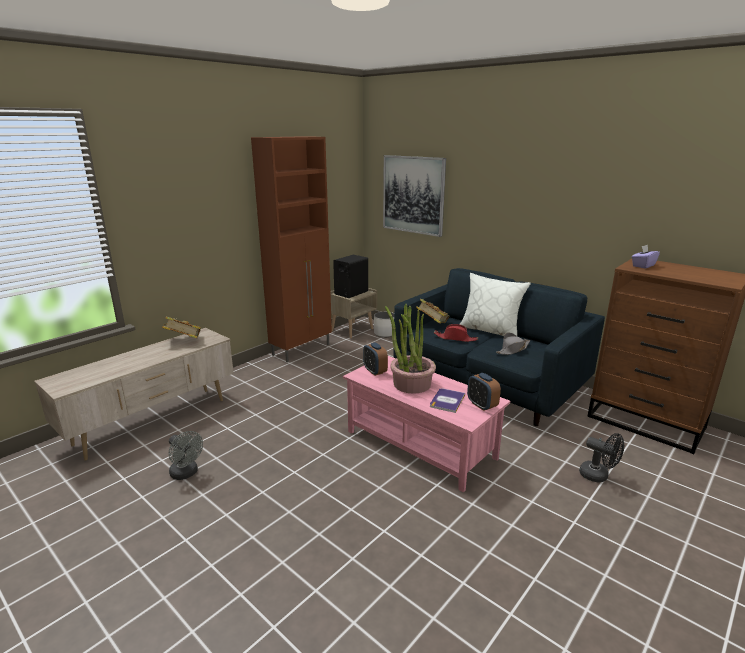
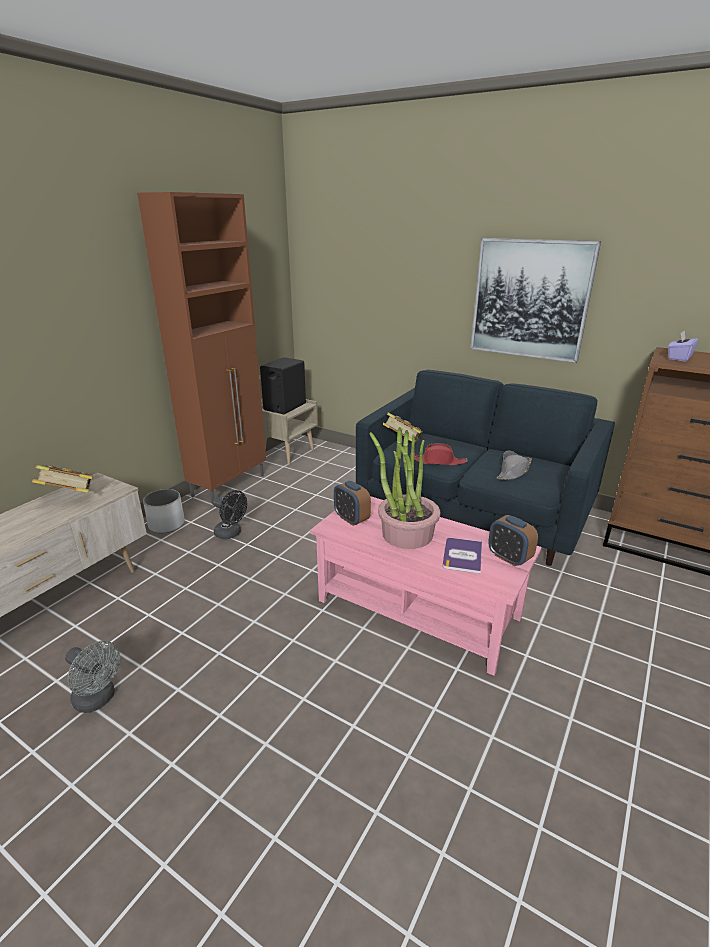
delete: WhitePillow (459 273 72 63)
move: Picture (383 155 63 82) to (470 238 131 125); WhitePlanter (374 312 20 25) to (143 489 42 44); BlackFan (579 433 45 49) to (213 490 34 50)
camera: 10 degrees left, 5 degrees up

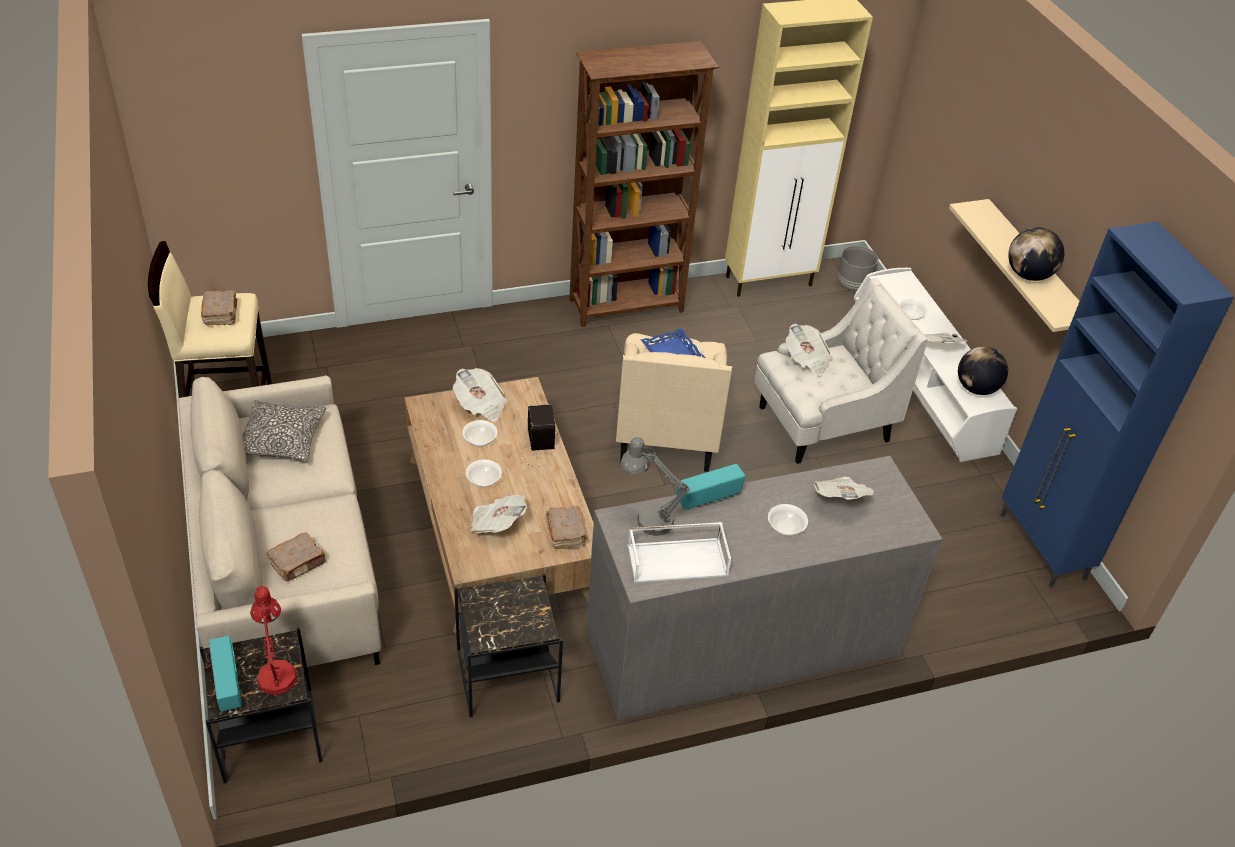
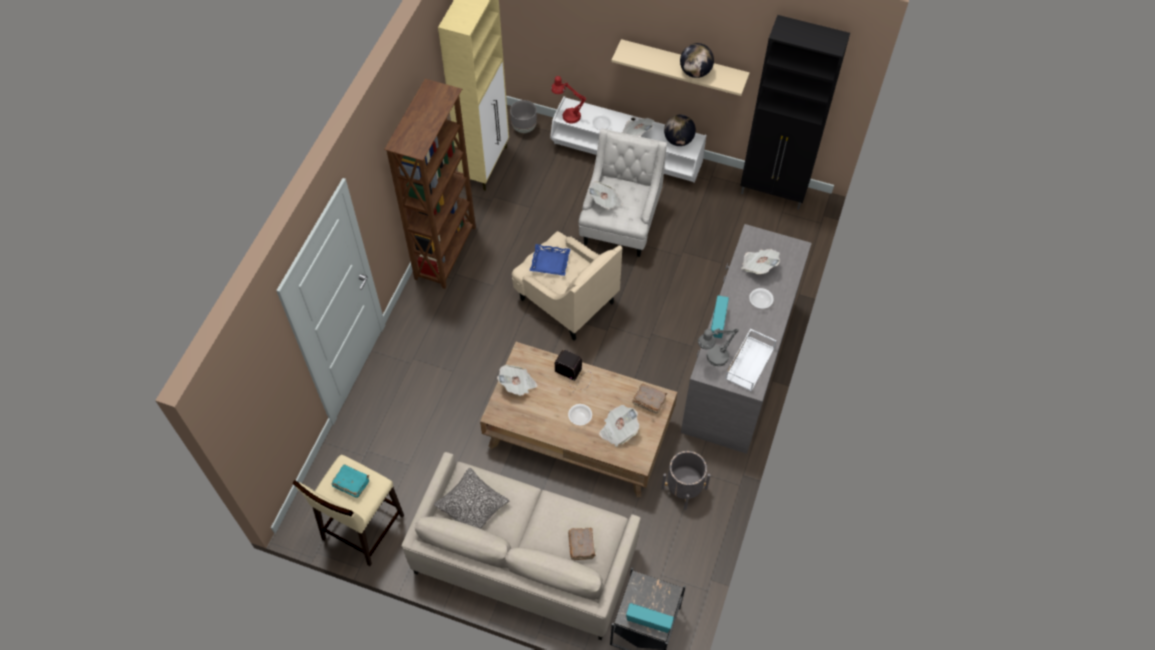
delete: Bowl (462 420 35 26)
move: RedTableLamp (250 586 47 109) to (551 76 35 48)
replace: BlackSideTable (454 573 109 144) to GreyPlanter (661 451 50 59)
recolor: BlueCabinet (1000 221 235 367) to BlackCabinet (740 15 110 195); BrownBook (201 290 36 36) to TurquoiseBook (332 464 37 34)
camera: 50 degrees left, 15 degrees up

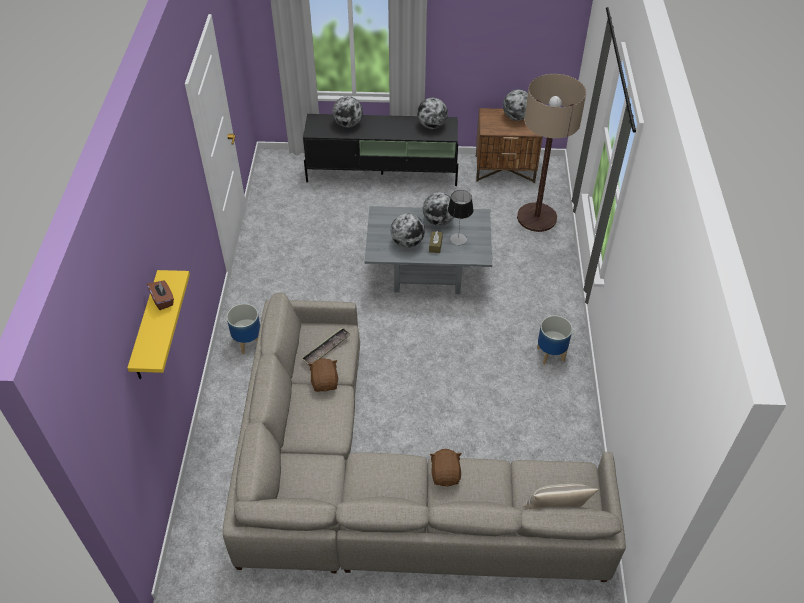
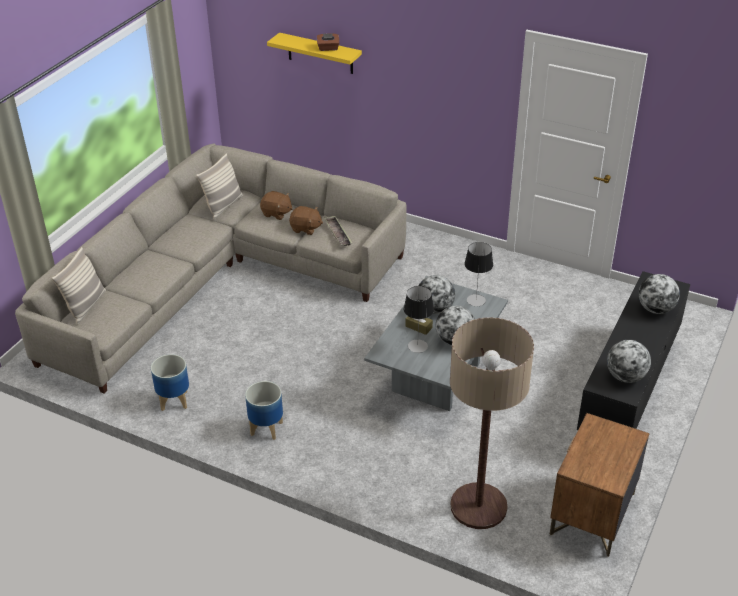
delete: Globe (503 89 25 32)
insert: Pillow (196 153 47 67); TableLamp (464 242 29 64)
move: Planter (227 304 33 50) to (151 354 38 57); BrownPlushToy (430 449 32 38) to (260 191 33 29)
camera: 115 degrees right, 10 degrees down

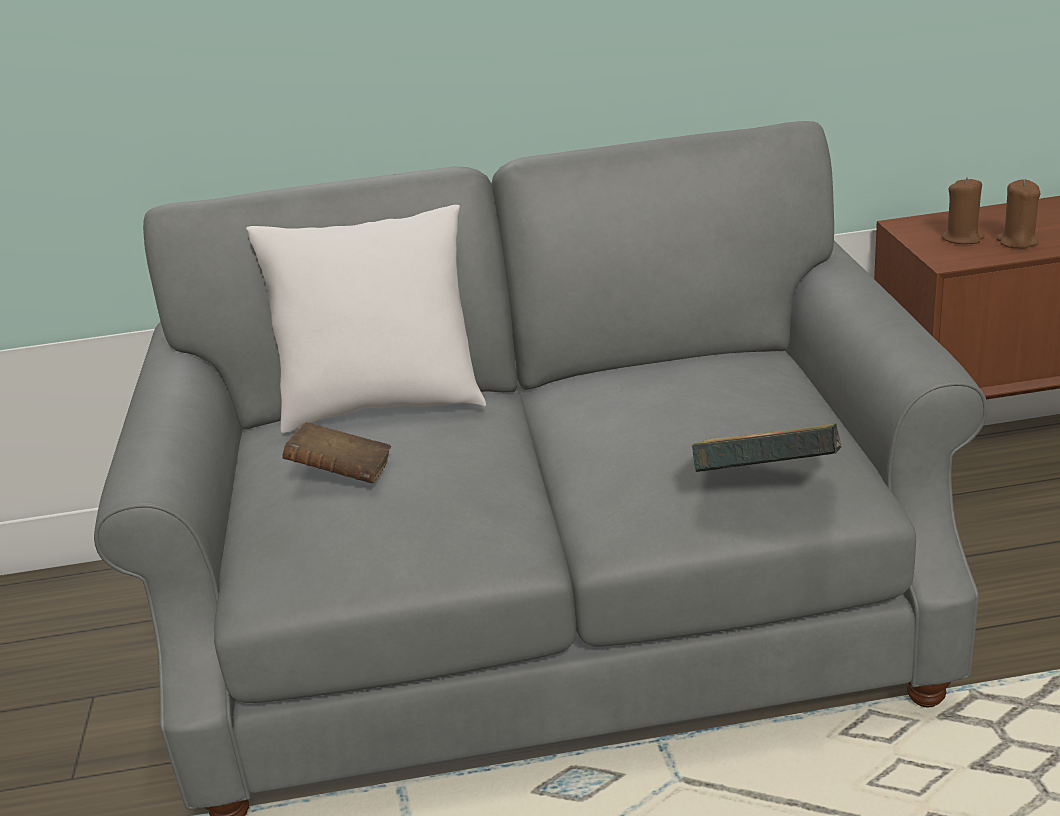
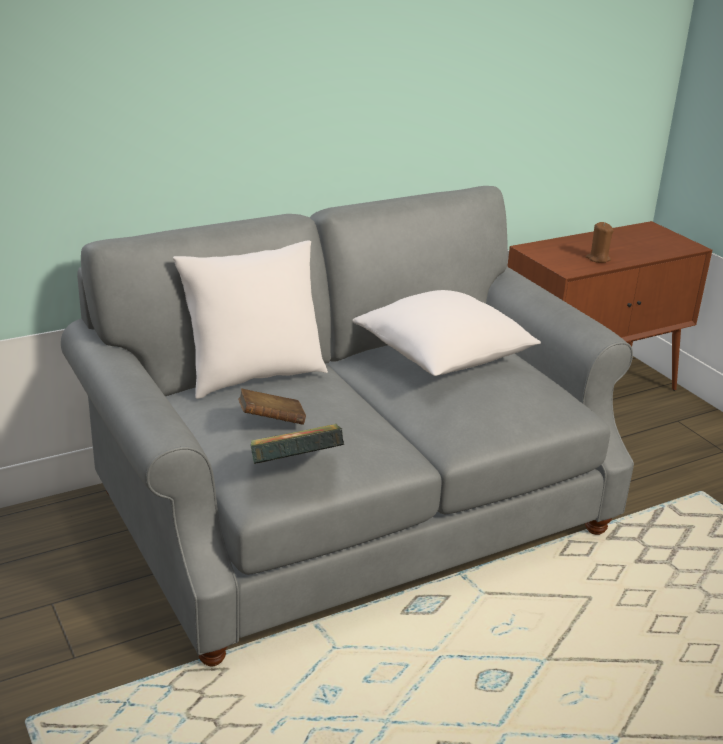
delete: BrownCandle (942 177 42 67)
insert: WhitePillow (352 290 189 86)
move: Book (692 423 149 49) to (250 424 94 40)
camera: 25 degrees left, 0 degrees up

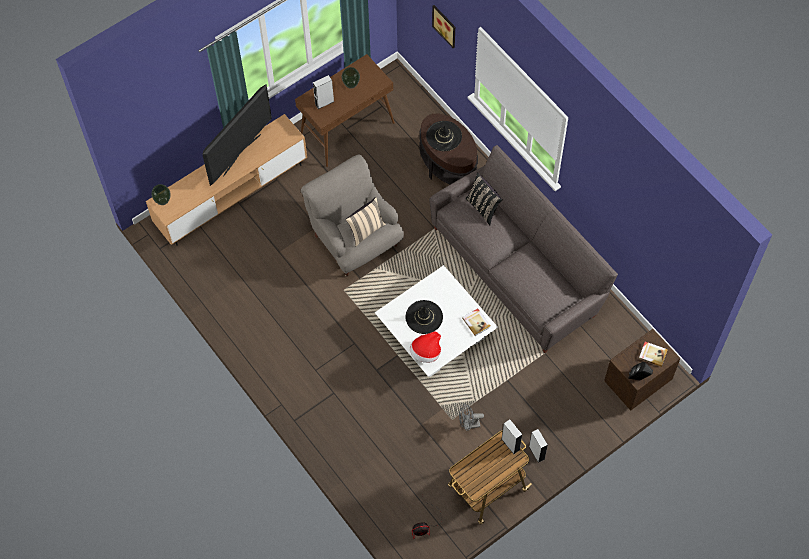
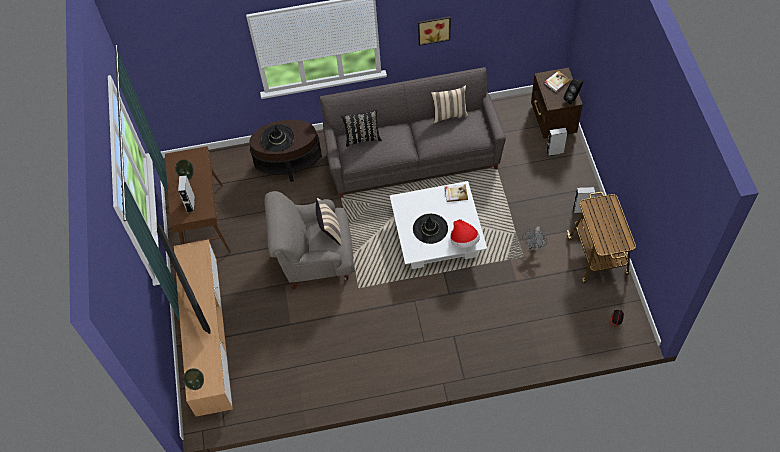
insert: BeigePillow (431 85 38 38)
move: Picture (432 5 23 43) to (418 16 32 30); GreySpeaker (502 419 20 35) to (546 127 21 29)
camera: 60 degrees left, 5 degrees down

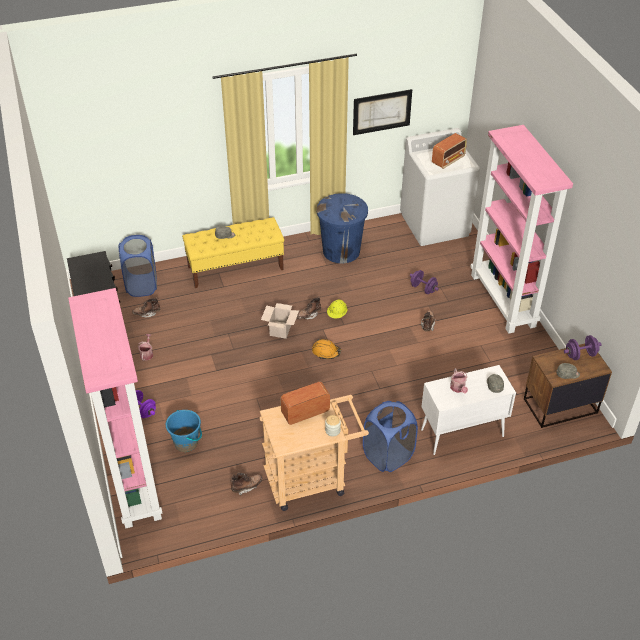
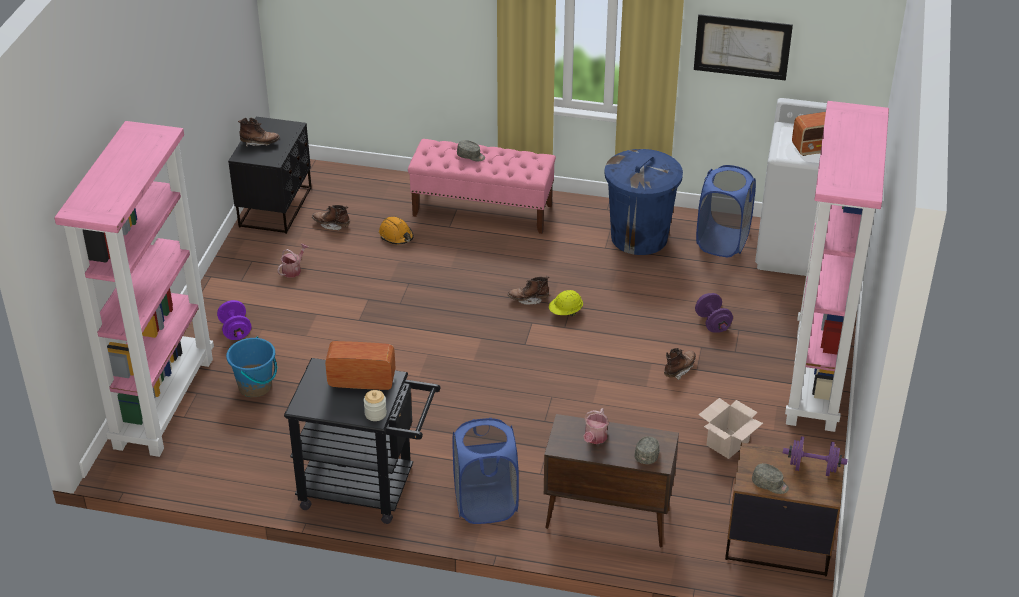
move: BlueLaundryBasket (119 235 38 62) to (696 165 60 92); CardboardBox (261 303 38 36) to (698 398 65 61); OrangeHardHat (312 339 30 20) to (379 217 35 27); BrownBoot (231 473 31 23) to (238 118 42 29)
recolor: YellowBench (182 217 102 71) to PinkBench (408 139 148 95); WhiteCabinet (421 365 95 90) to BrownCabinet (544 414 135 134); BeigeCart (259 395 110 116) to BlackCart (284 358 156 166)
camera: 30 degrees right, 5 degrees down

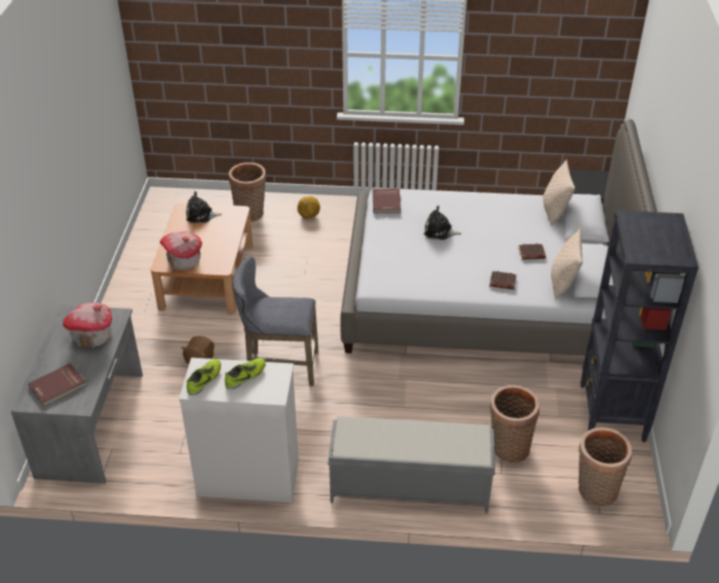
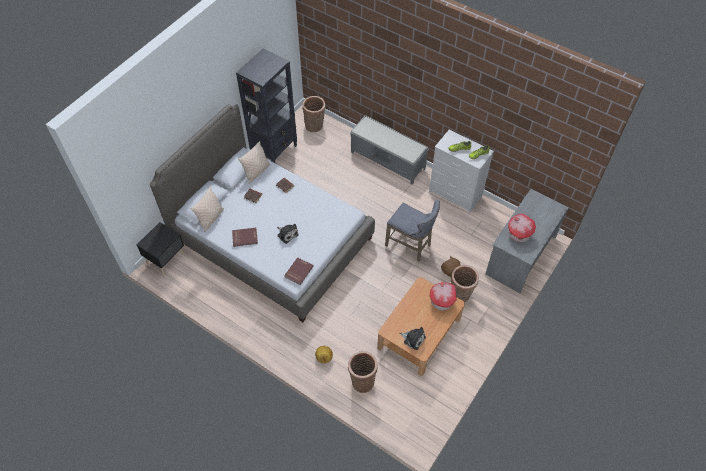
move: RedBook (28 363 59 43) to (232 228 26 19); Basket (490 385 49 78) to (451 265 28 37)
camera: 150 degrees left, 15 degrees up

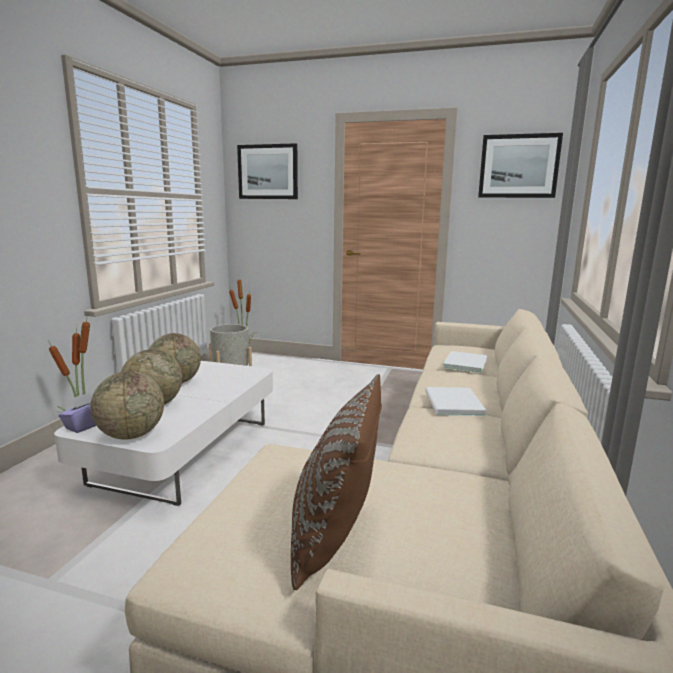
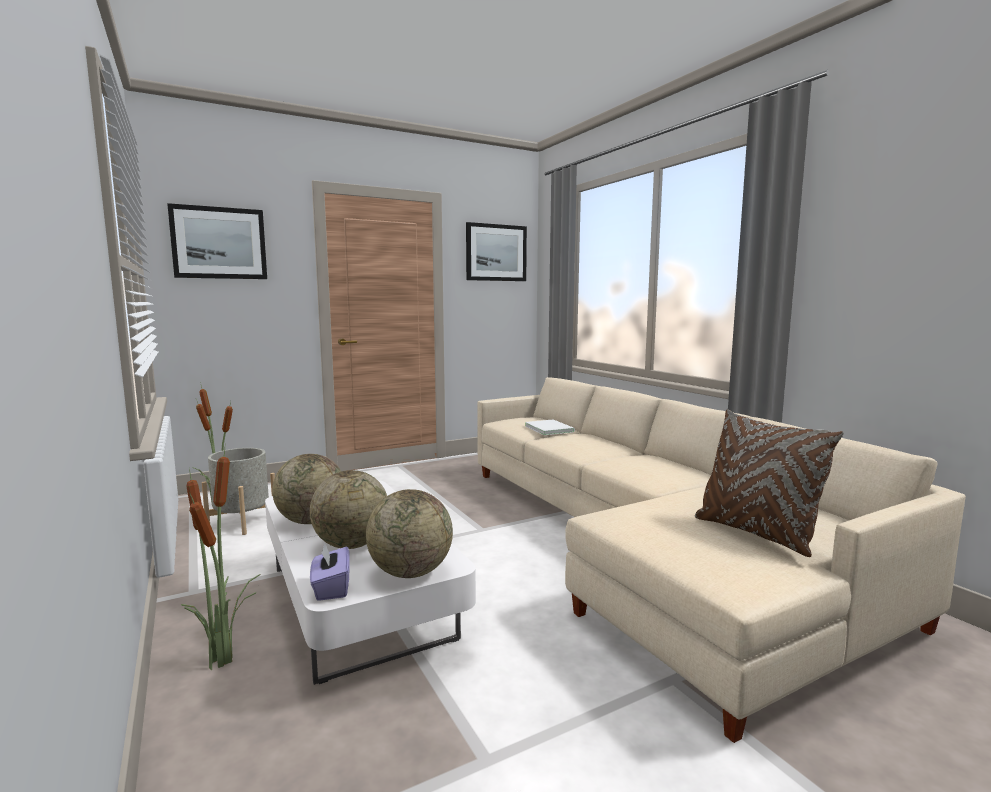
delete: WhiteBook (425 387 61 29)
camera: 45 degrees left, 5 degrees down

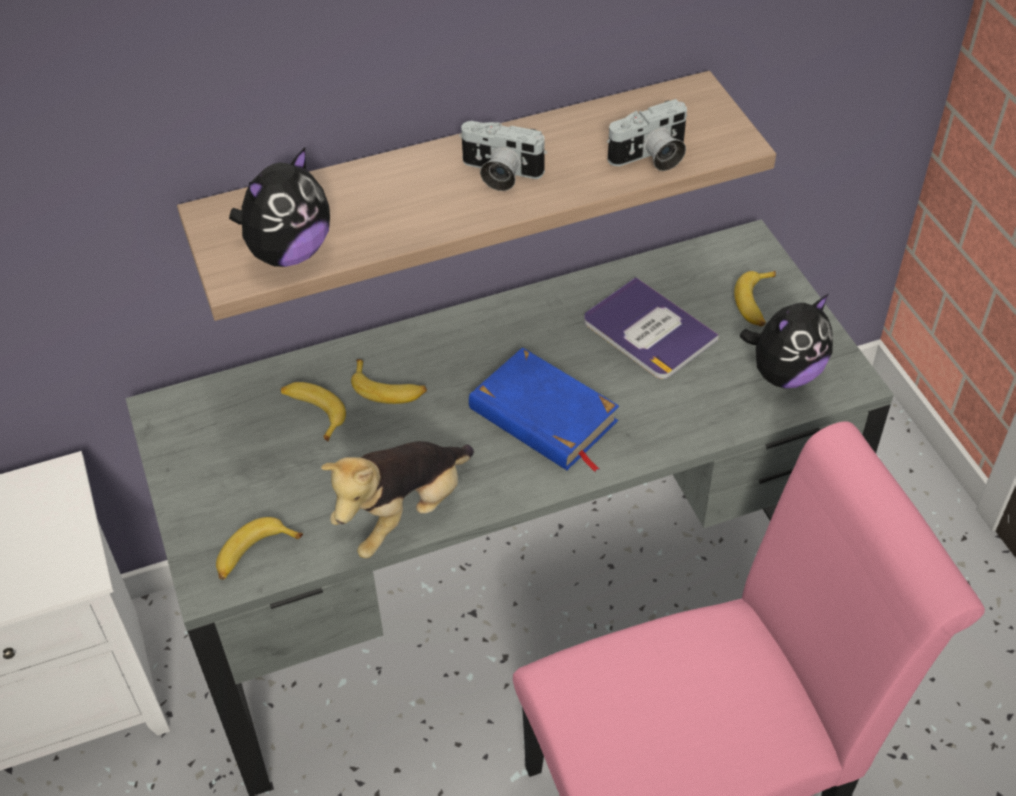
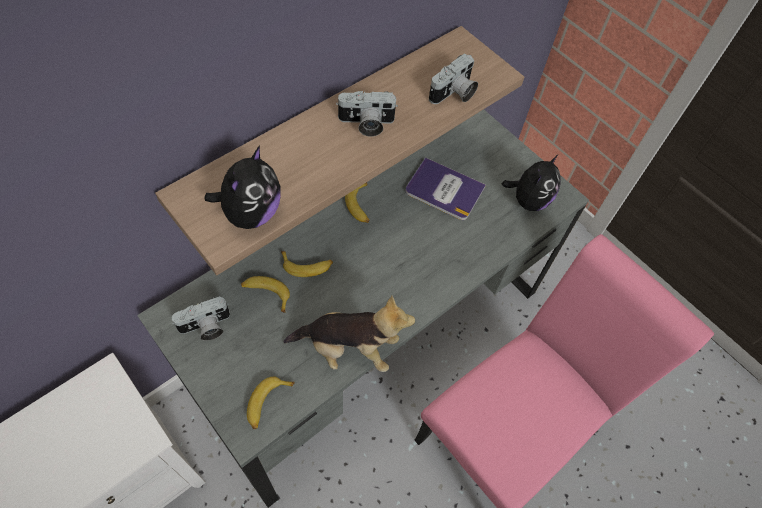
delete: BlueBook (469 347 150 125)
insert: PhotoCamera (172 296 58 45)
move: Banana (734 271 42 56) to (345 182 25 41)
rotate: PlushToy (321 441 153 117) = (283 295 132 77) 105 degrees counterclockwise
camera: 25 degrees left, 10 degrees up

